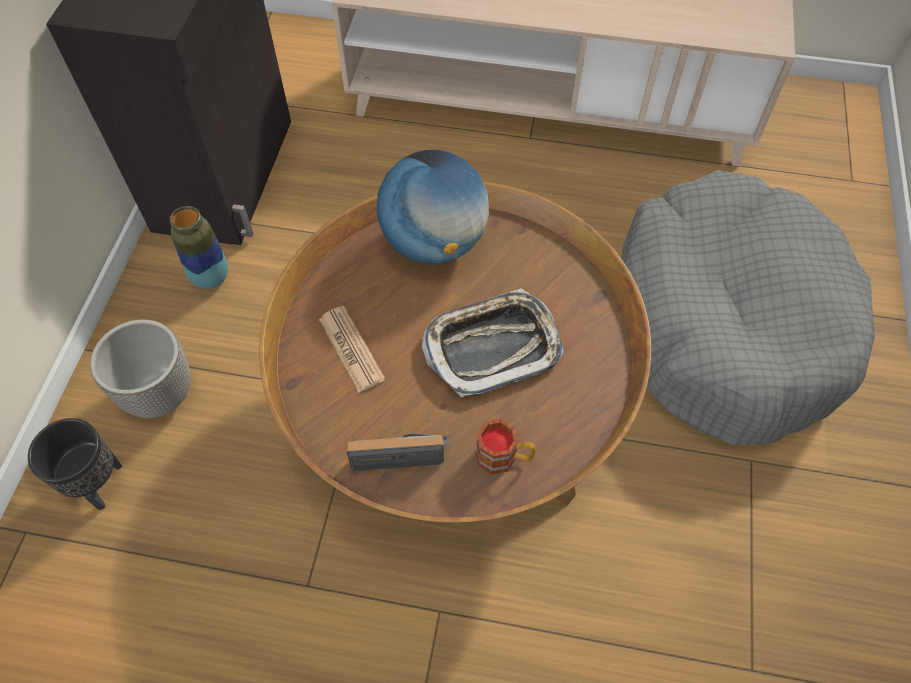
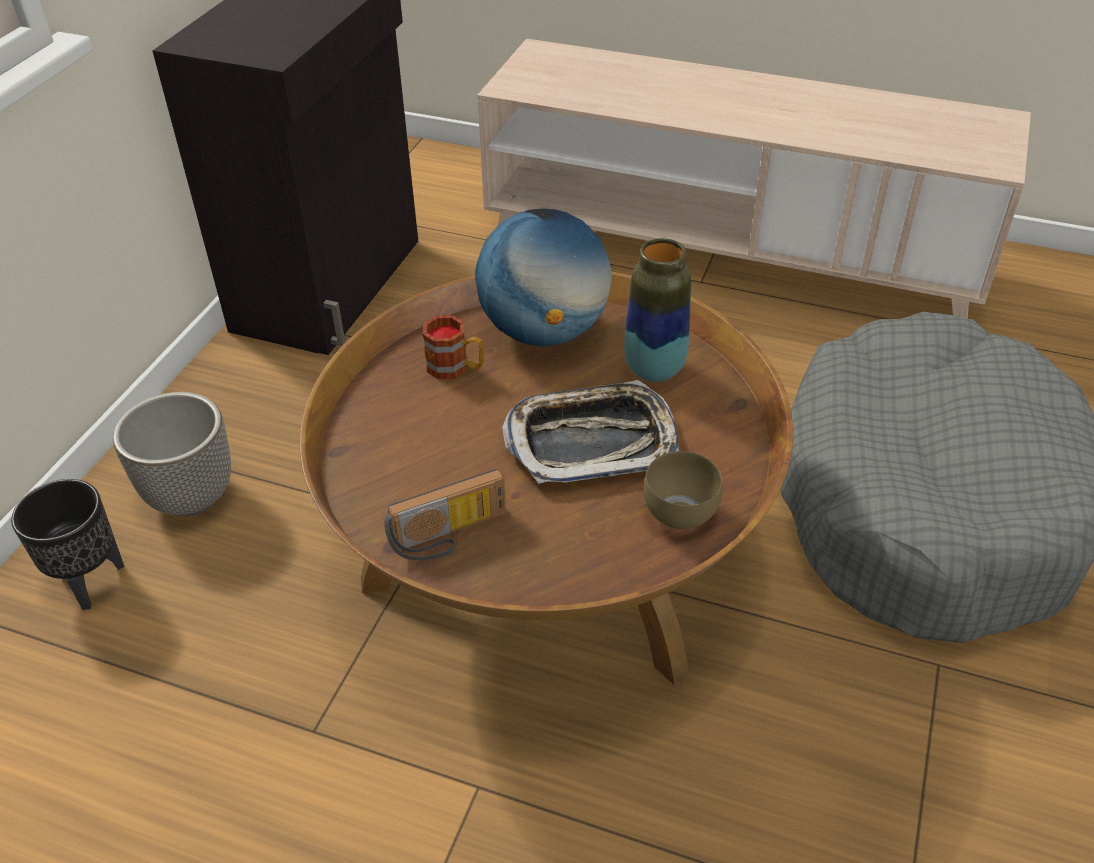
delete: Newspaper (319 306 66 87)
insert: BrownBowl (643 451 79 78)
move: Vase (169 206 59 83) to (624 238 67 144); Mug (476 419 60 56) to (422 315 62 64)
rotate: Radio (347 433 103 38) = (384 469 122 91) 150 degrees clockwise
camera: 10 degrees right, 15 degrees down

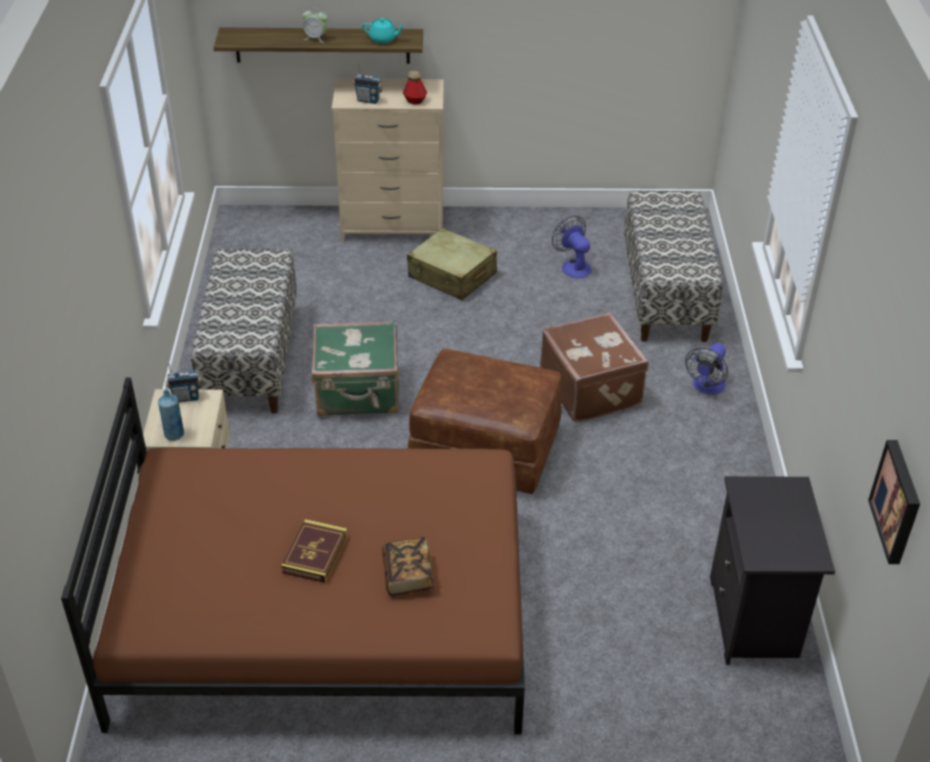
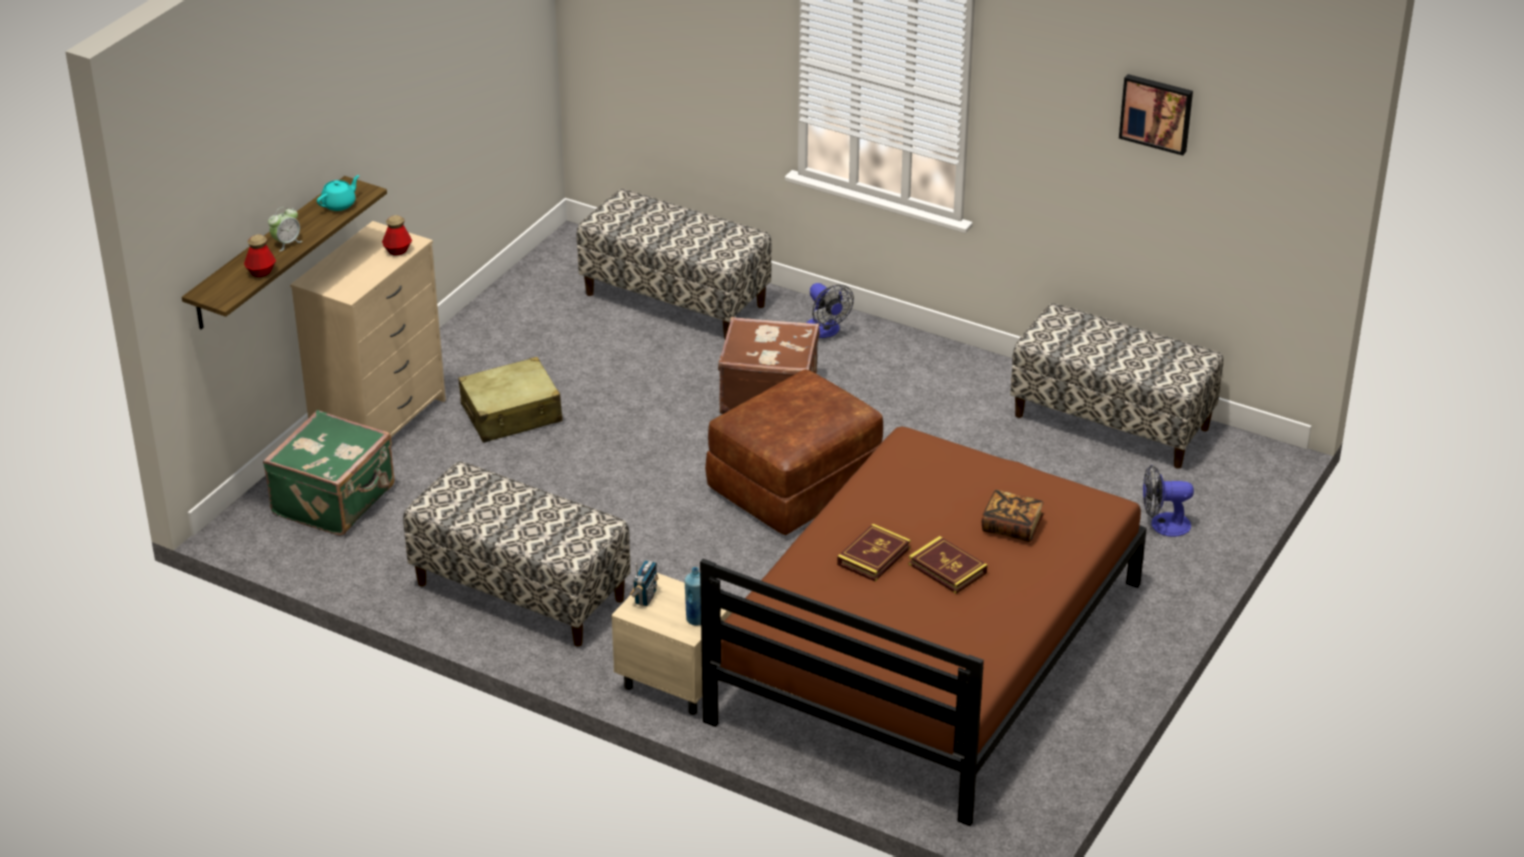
delete: Radio (353 64 30 40)
insert: Bottle (244 234 32 43); Book (837 524 74 57)
move: Fan (552 216 39 62) to (1143 465 51 72); GreenSuitcase (312 321 87 95) to (263 410 132 126); Picture (868 440 52 124) to (1119 74 74 82)
replace: BlackNightstand (710 476 125 189) to Bench (1010 303 213 166)
camera: 60 degrees left, 5 degrees down

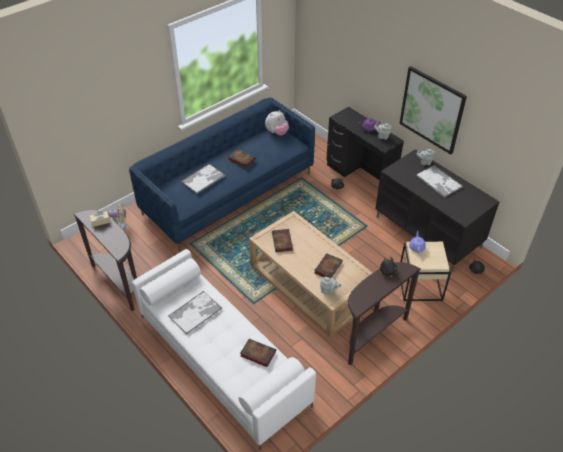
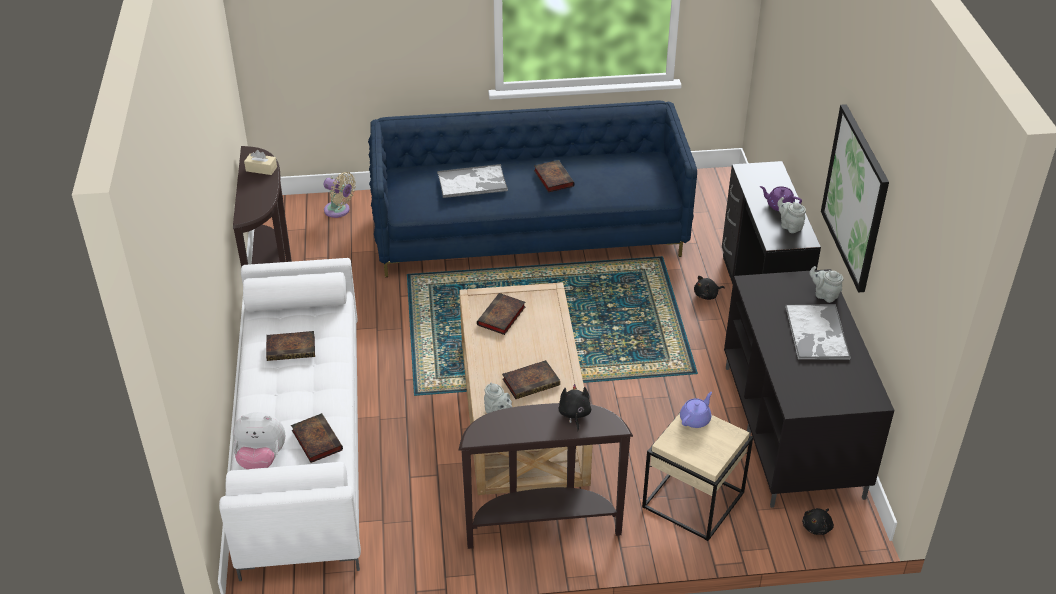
move: PlushToy (265 110 24 26) to (233 412 52 57)
replace: Tray (168 291 54 44) to Book (266 331 49 30)
camera: 35 degrees right, 5 degrees down

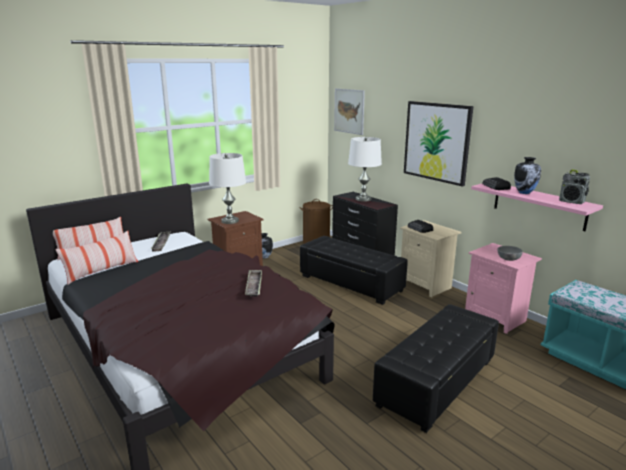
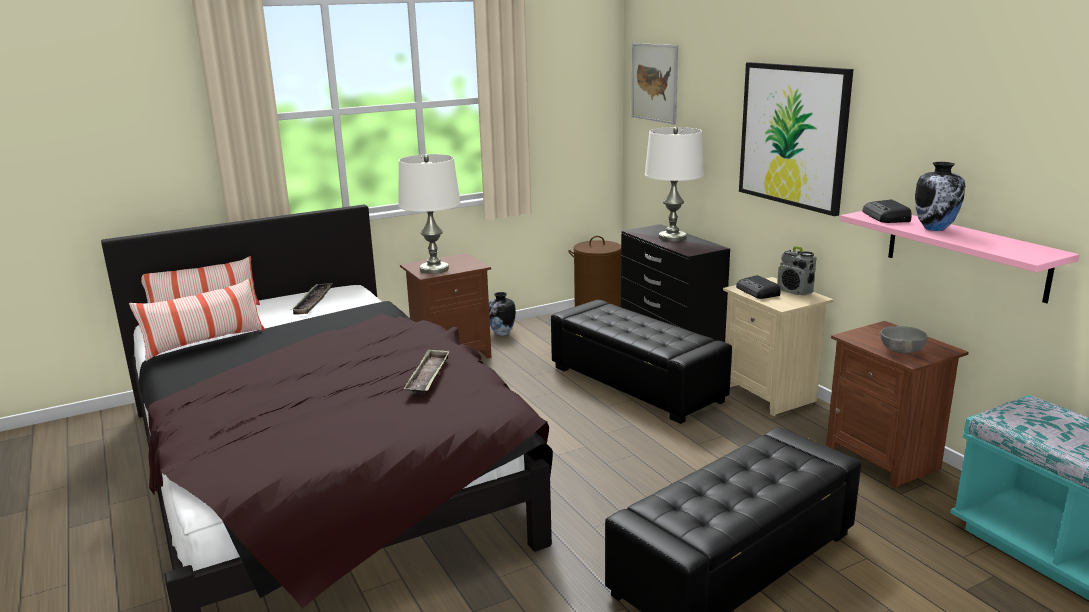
move: Radio (559 169 31 35) to (777 246 39 49)
recolor: PinkNightstand (465 243 77 91) to BrownNightstand (826 321 143 168)
camera: 10 degrees right, 0 degrees up

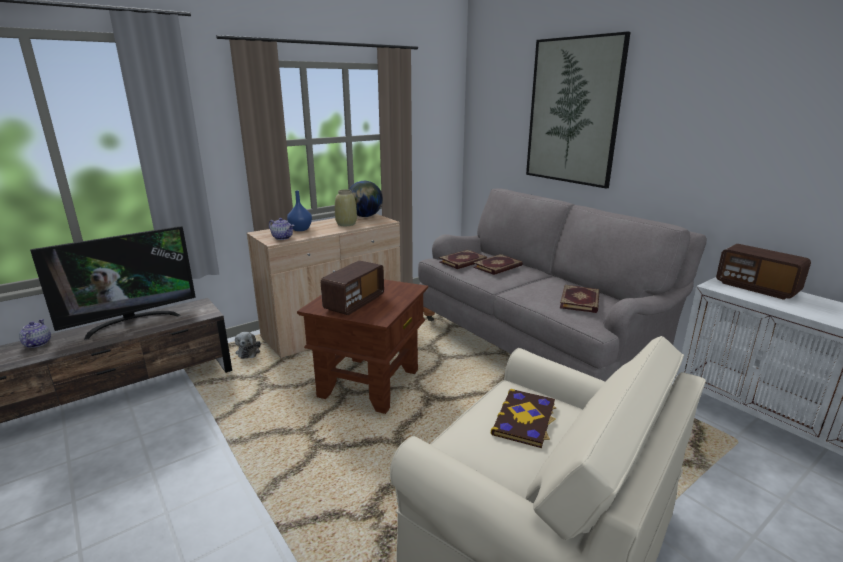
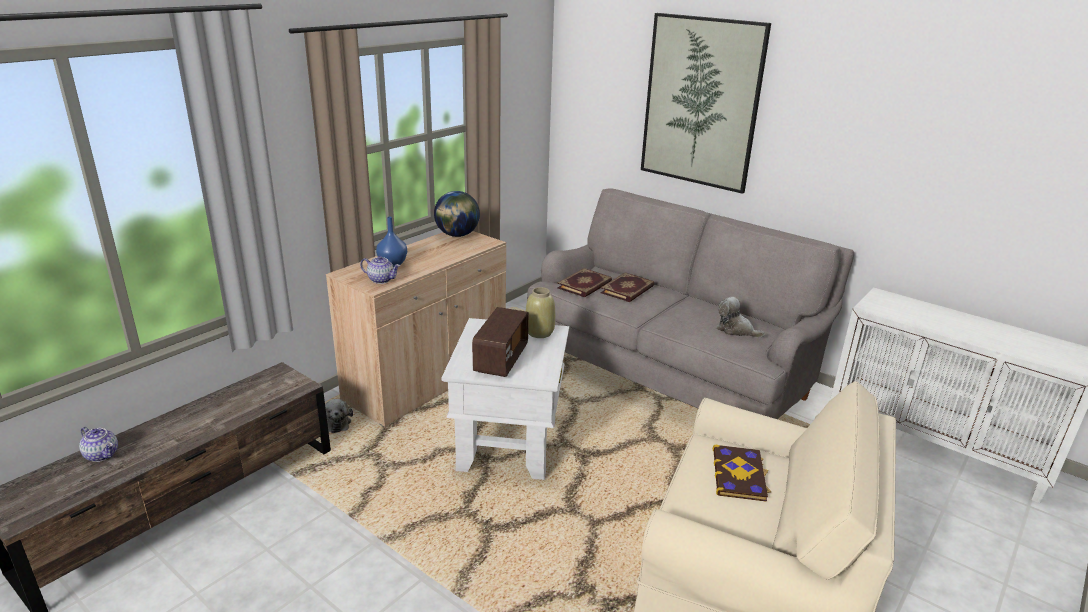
delete: Television (30 226 166 114); Radio (716 244 95 56)
move: BeigeVase (335 189 22 37) to (526 287 29 51)
replace: Book (560 285 39 28) to PlushToy (716 297 49 41)
recolor: BrownSideTable (297 279 131 135) to WhiteSideTable (441 318 128 162)
rotate: Teapot (19 319 32 29) = (79 427 39 35) 150 degrees clockwise
camera: 15 degrees left, 5 degrees up

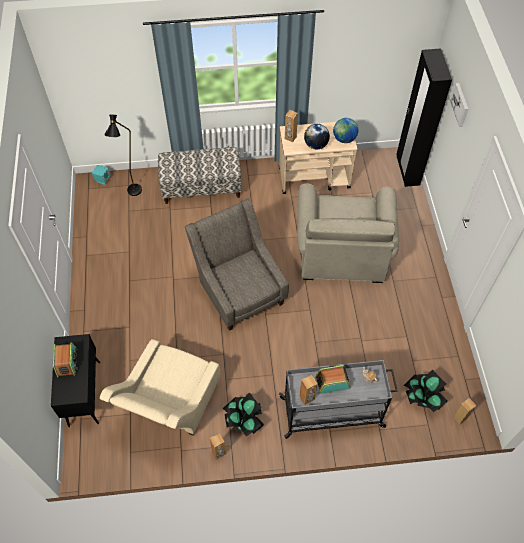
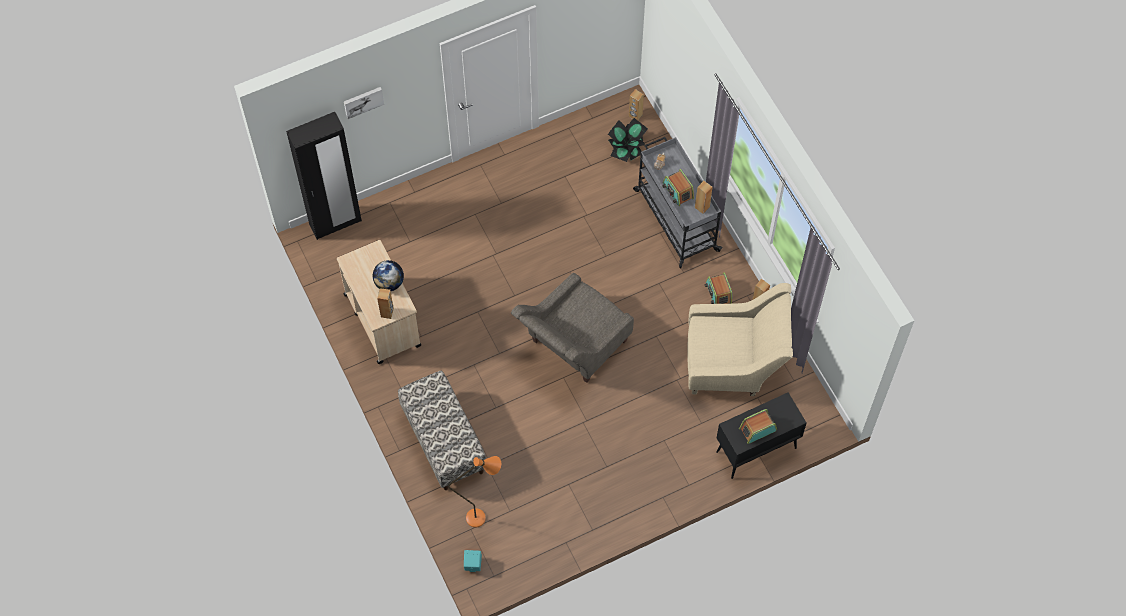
delete: Globe (333 118 25 25); BeigeArmchair (297 184 102 99)
replace: PottedPlant (222 392 42 45) to Radio (705 272 27 32)
recolor: BlackFloorLamp (104 115 38 81) to OrangeFloorLamp (448 456 53 72)
camera: 110 degrees left, 5 degrees up

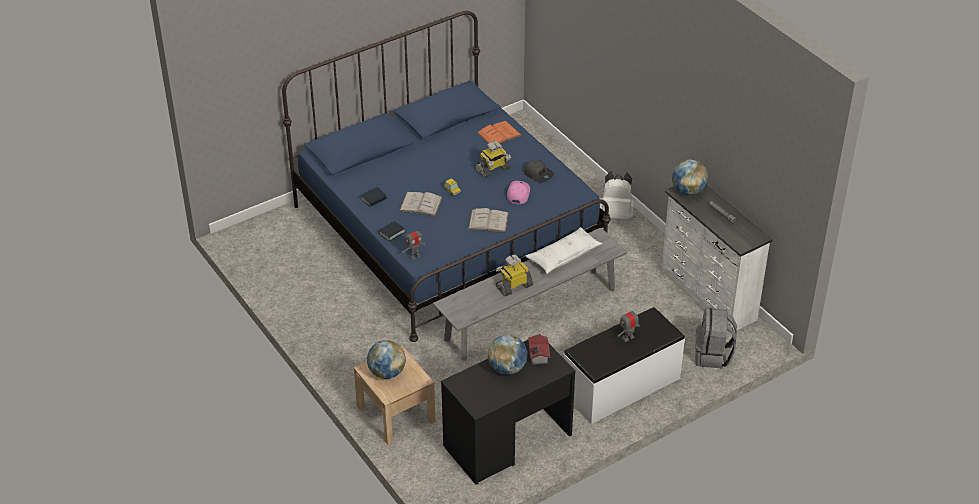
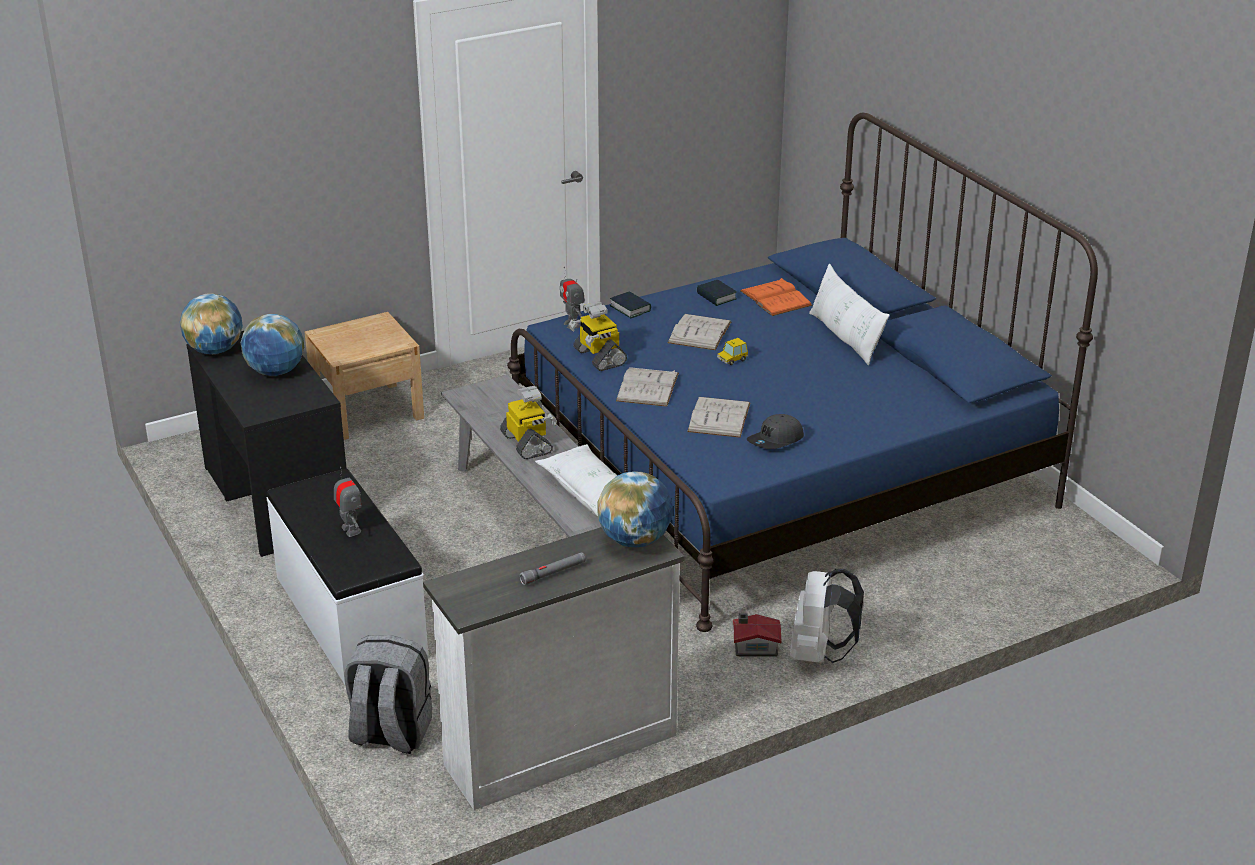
insert: WhitePillow (809 264 81 101)
move: OrangeBook (477 121 45 23) to (740 278 72 38); ToyRobot (475 141 36 37) to (569 302 58 69); ToyHouse (528 334 22 31) to (733 614 48 43); Globe (367 340 39 39) to (180 293 63 61)
replace: PinkCap (507 181 23 23) to WhiteBook (687 397 63 41)
camera: 95 degrees right, 10 degrees down

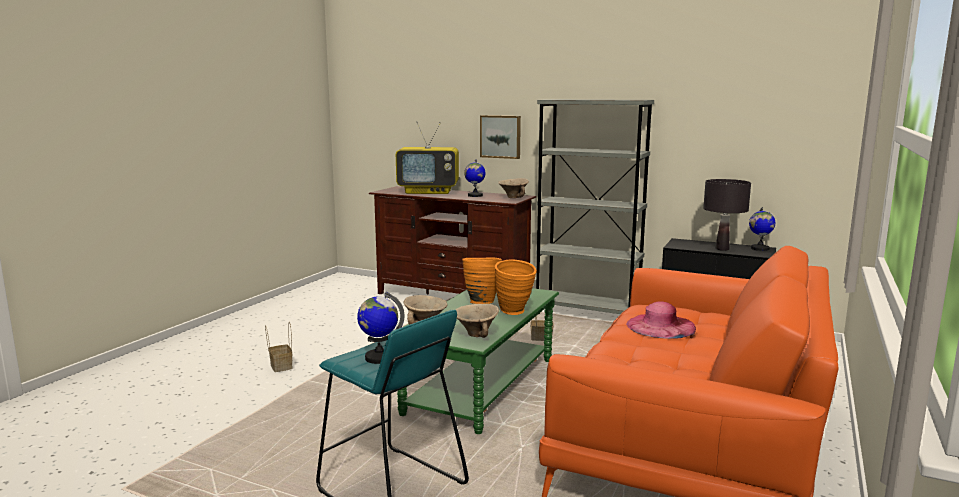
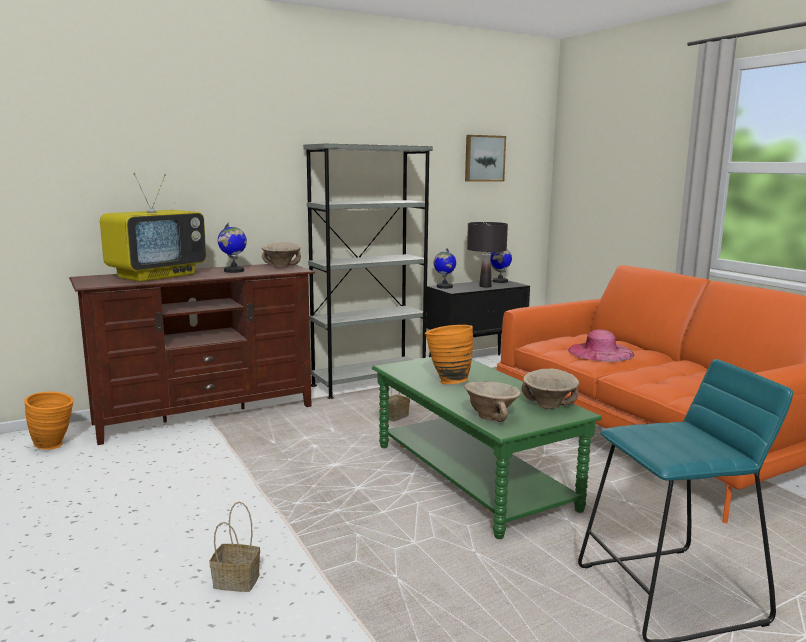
move: Picture (480 115 41 44) to (465 135 41 47); OrangeVase (495 259 42 56) to (24 391 50 59); Globe (357 292 47 72) to (434 248 22 41)
camera: 55 degrees left, 0 degrees up

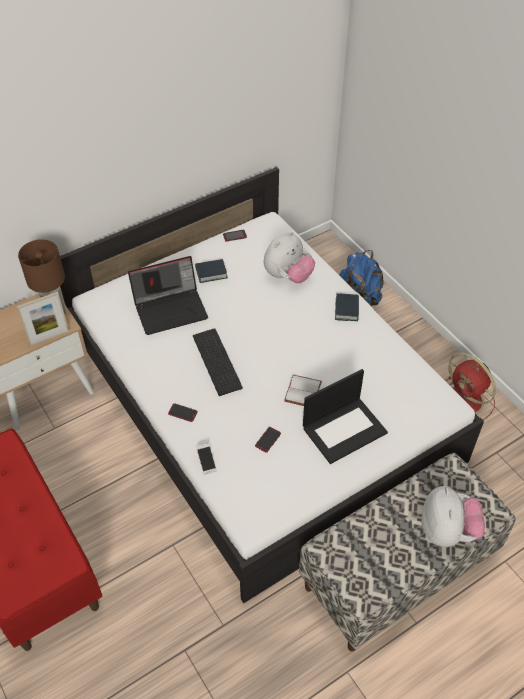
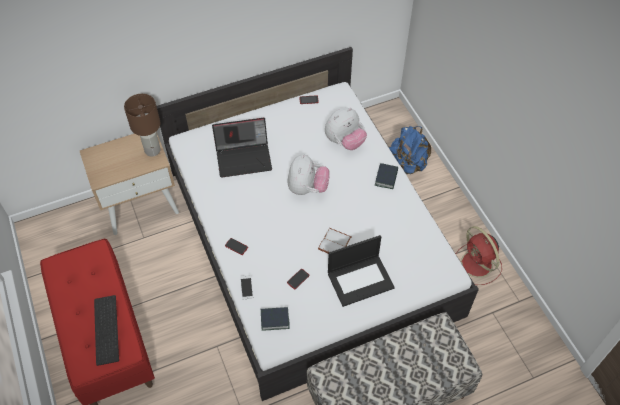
delete: PictureFrame (17 292 52 54)
move: Book (195 259 33 24) to (261 307 29 24); Keyboard (193 328 50 68) to (94 295 25 71); PlushToy (421 486 64 61) to (287 154 43 41)
camera: 10 degrees right, 5 degrees up

